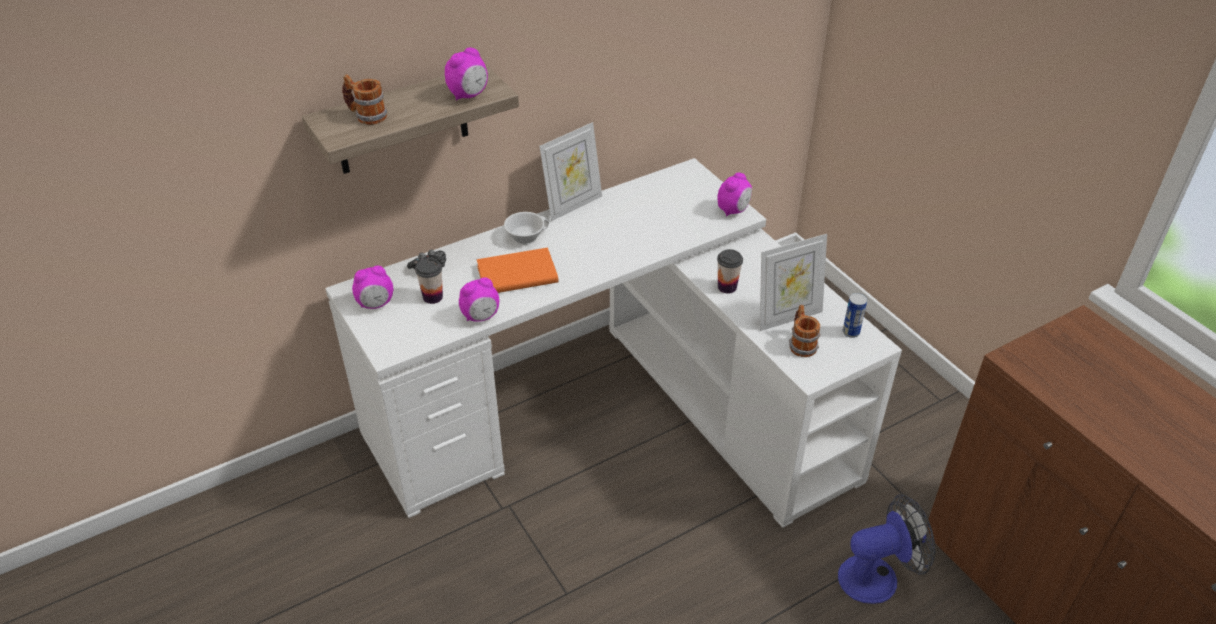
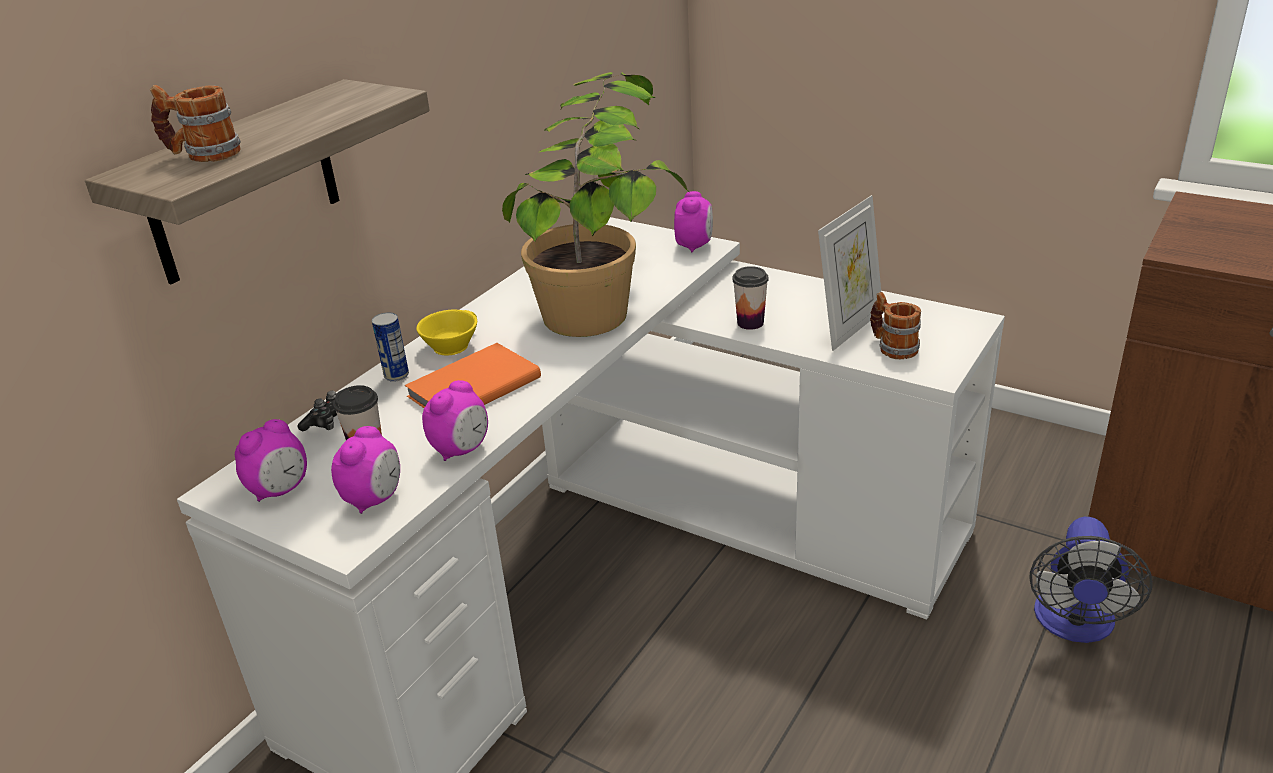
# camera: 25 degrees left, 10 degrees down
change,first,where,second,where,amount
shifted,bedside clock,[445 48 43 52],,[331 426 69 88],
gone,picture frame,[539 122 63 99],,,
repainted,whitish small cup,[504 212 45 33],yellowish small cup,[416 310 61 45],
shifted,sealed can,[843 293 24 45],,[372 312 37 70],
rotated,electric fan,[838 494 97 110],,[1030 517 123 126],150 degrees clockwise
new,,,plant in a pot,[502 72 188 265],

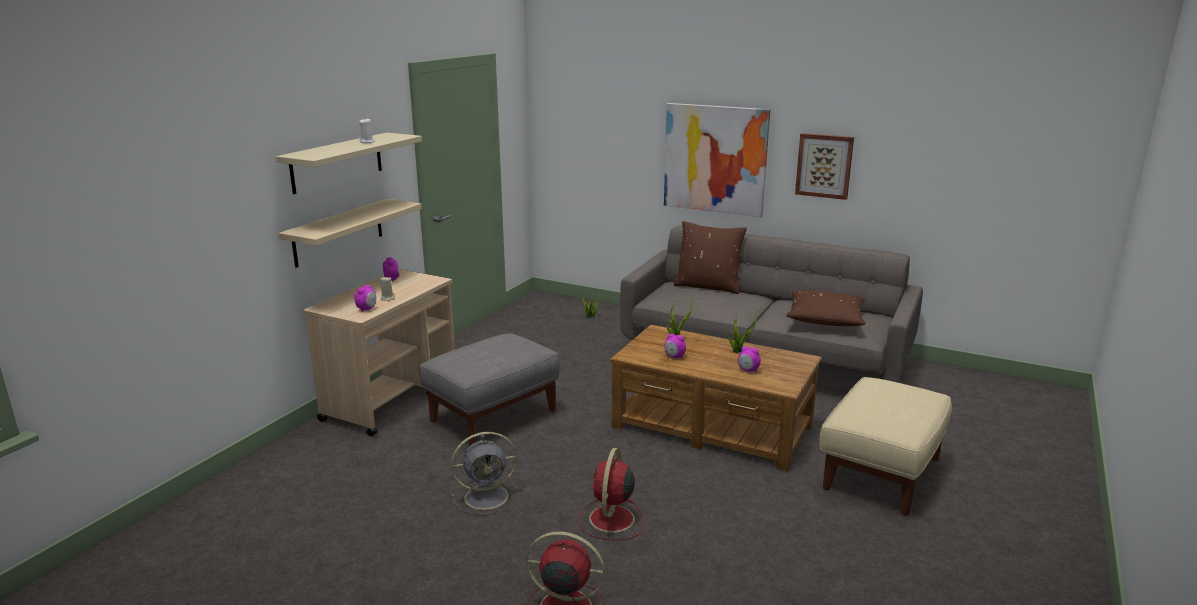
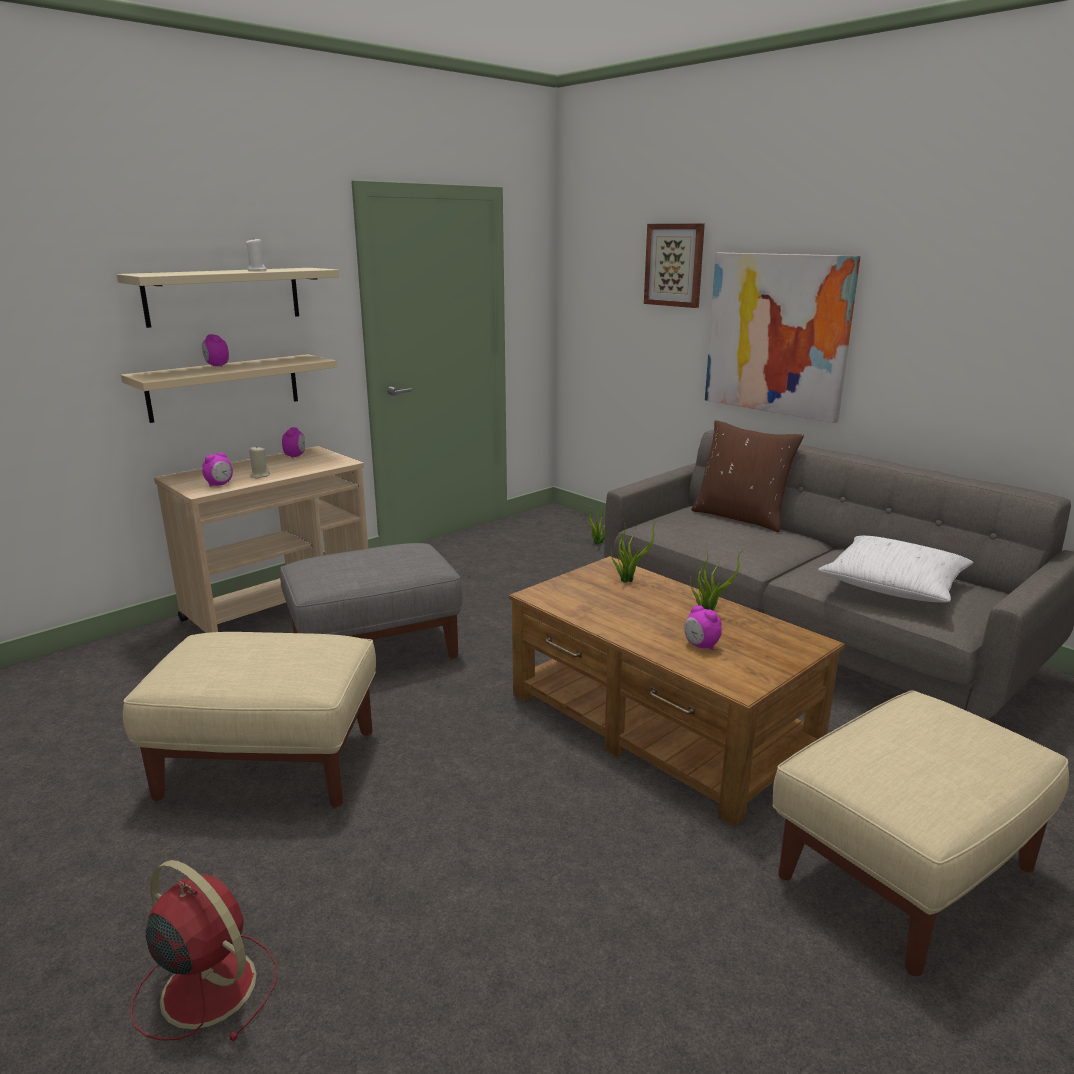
# camera: 20 degrees right, 0 degrees up
change,first,where,second,where,amount
shifted,wall art,[795 133 59 67],,[644 224 61 84],
repainted,brown-coloured cushion,[786 290 80 36],whitish cushion,[818 536 156 67],
shifted,bedside clock,[664 334 22 24],,[202 334 27 33],
swapped,gray electric fan,[451 432 68 83],beige pouffe,[123 632 253 175],
gone,red electric fan,[579 448 65 92],,,

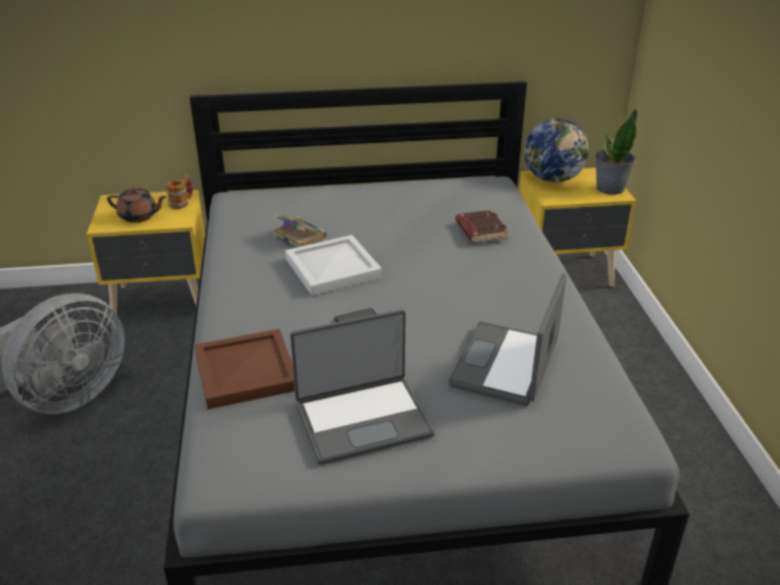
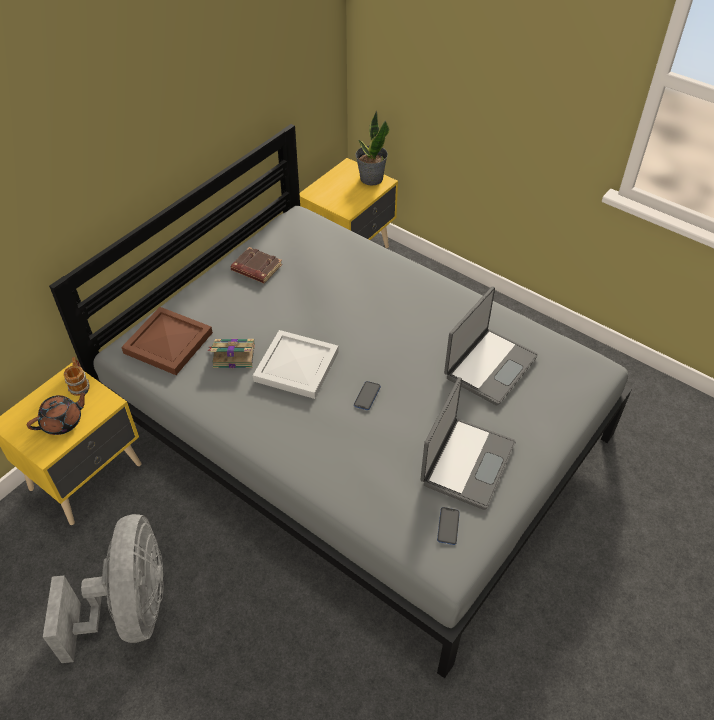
# camera: 45 degrees left, 15 degrees up
change,first,where,second,where,amount
gone,desk globe,[524 118 65 65],,,
shifted,brown-coloured bound book,[455 210 54 33],,[231 247 51 36],
rotated,laptop,[448 273 119 133],,[444 286 94 120],120 degrees counterclockwise
shifted,brown-coloured serving tray,[194 329 101 80],,[121 307 92 68],
new,,,telephone,[437 507 23 38],

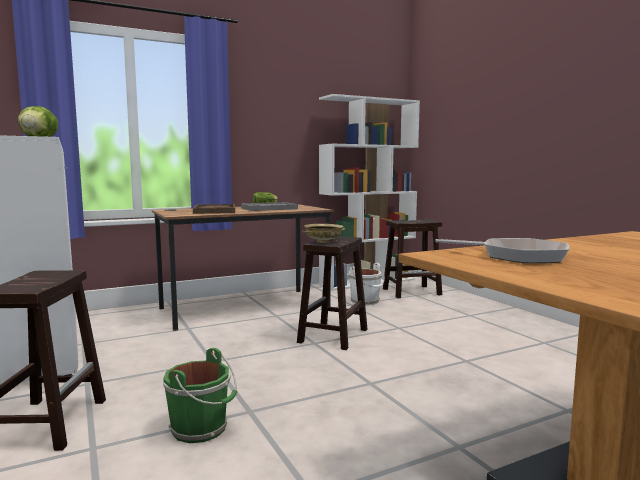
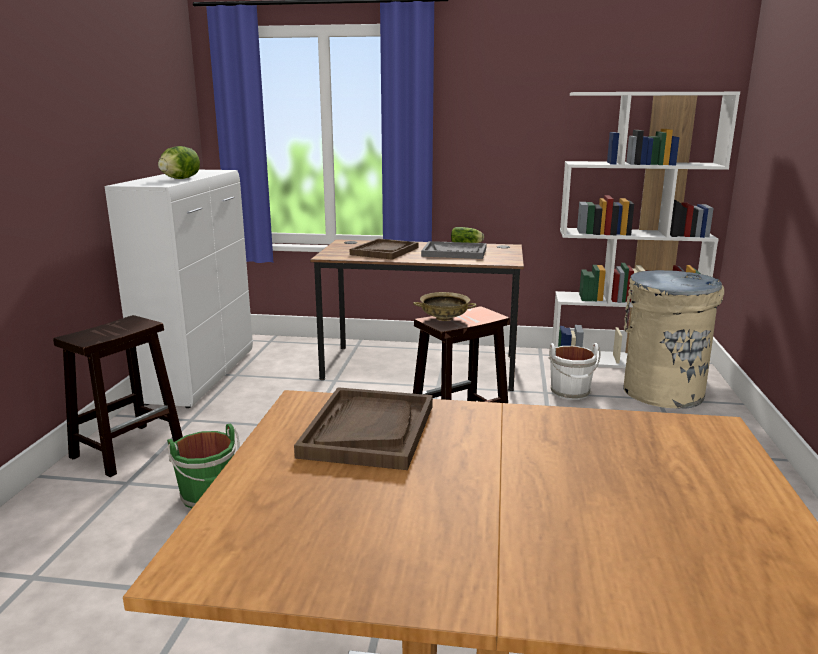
# camera: 35 degrees right, 10 degrees up
change,first,where,second,where,amount
swapped,brown-coloured stool,[383 219 59 79],beige rubbish bin,[623 270 101 139],
swapped,skillet,[435 238 135 25],brown-coloured serving tray,[294 387 139 83],

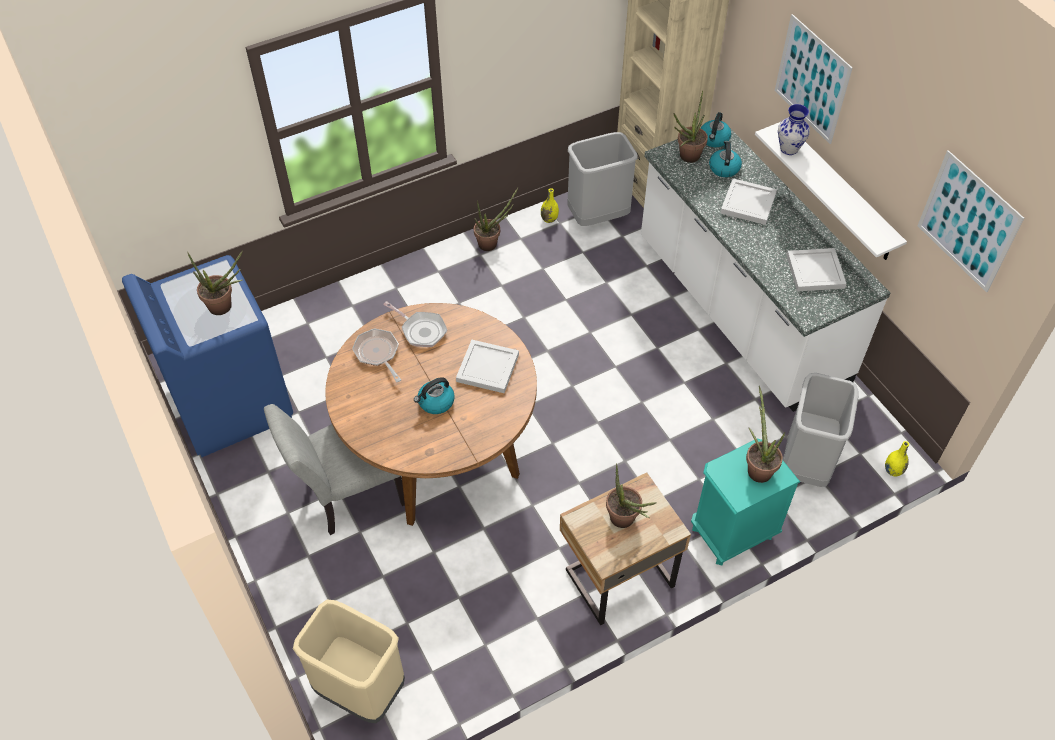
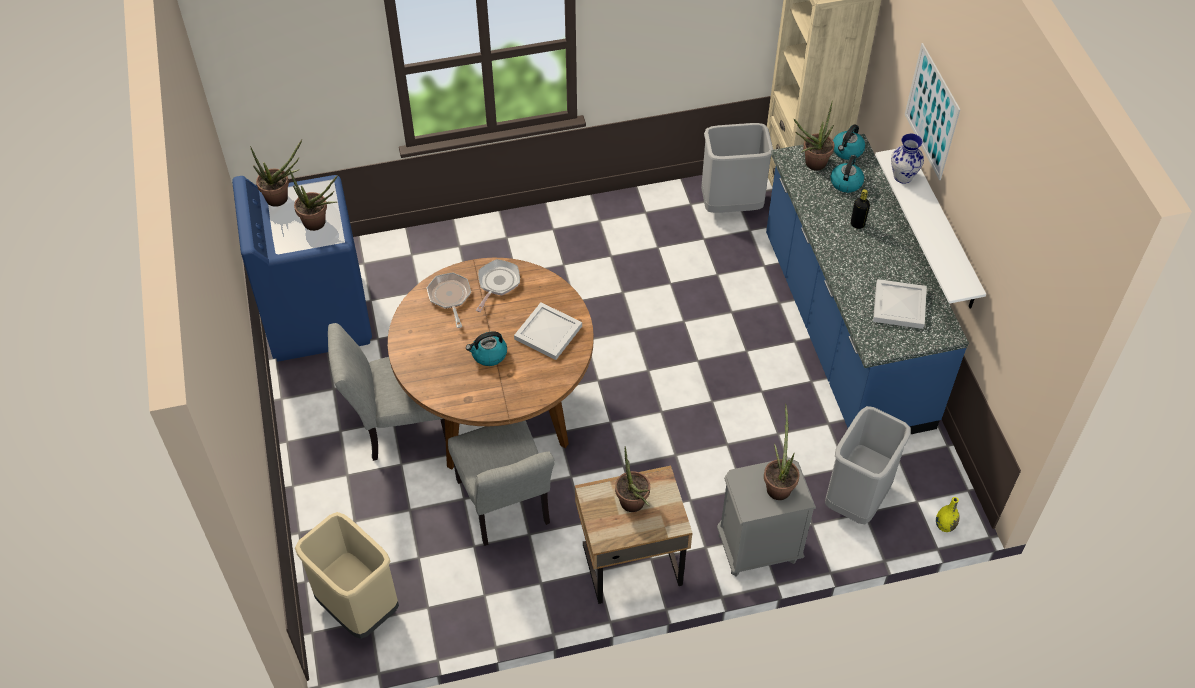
# camera: 15 degrees right, 0 degrees up
change,first,where,second,where,amount
repainted,whitish counter,[641 121 249 291],bluish counter,[766 134 203 300],
gone,wall art,[918 150 106 142],,,
swapped,whitish serving tray,[720 178 57 47],black-coloured beverage bottle,[851 189 19 40],
shifted,plant in a pot,[474 188 44 63],,[250 140 52 67],
gone,yellowish flower vase,[541 188 18 35],,,
rotated,skillet,[383 301 64 46],,[476 259 44 53],120 degrees counterclockwise
repainted,turquoise nightstand,[691 439 109 126],gray nightstand,[717 458 99 119],
new,,,gray plain chair,[448 420 107 126],

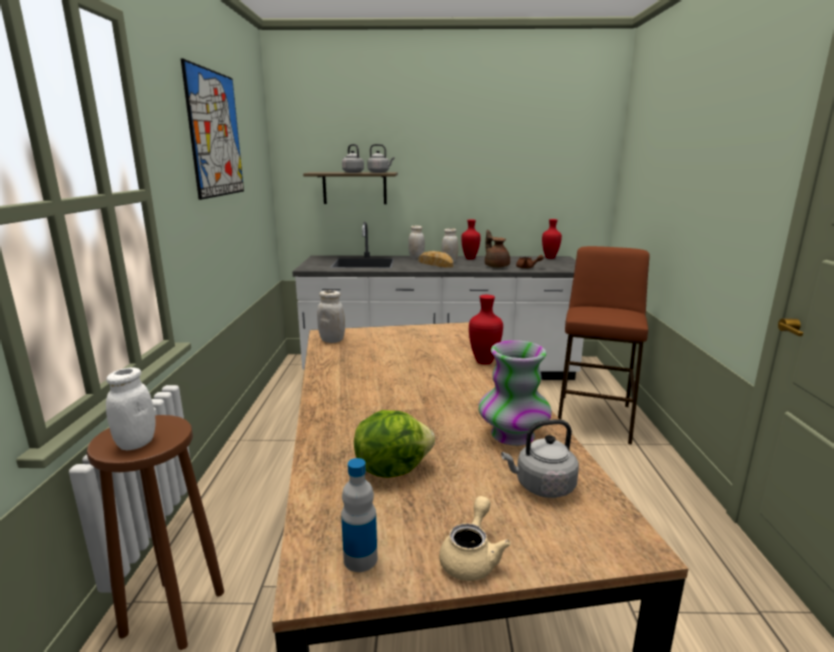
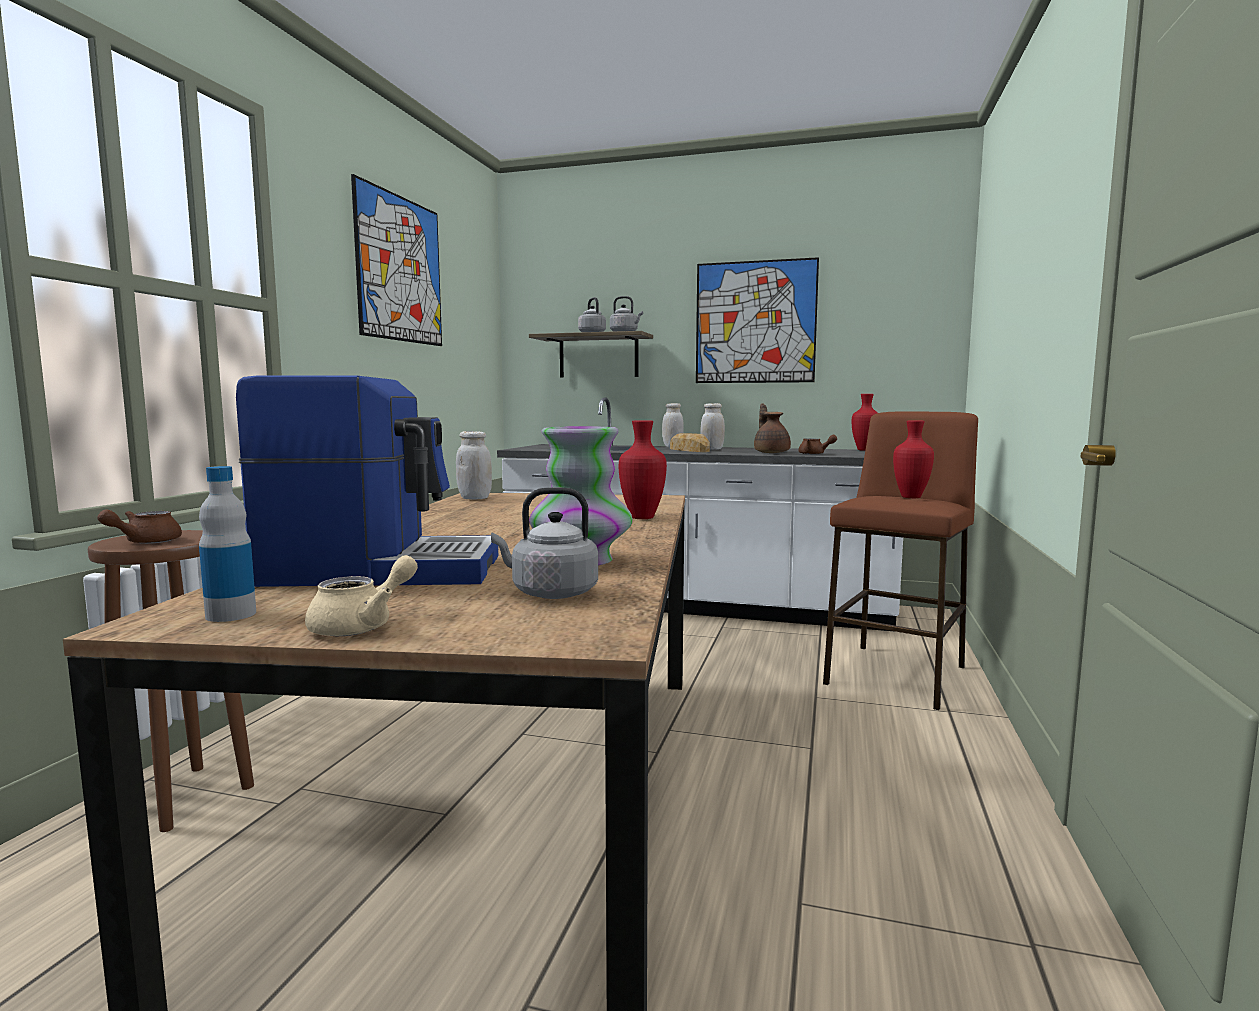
# camera: 15 degrees right, 10 degrees down
change,first,where,second,where,amount
shifted,red flower vase,[461 220 20 39],,[893 420 41 78],
swapped,whitish preserve jar,[106 367 50 83],brown-coloured teapot,[98 509 84 35],
swapped,head of lettuce,[354 410 81 68],coffee machine,[236 375 262 212],
new,,,wall art,[696 257 123 126],

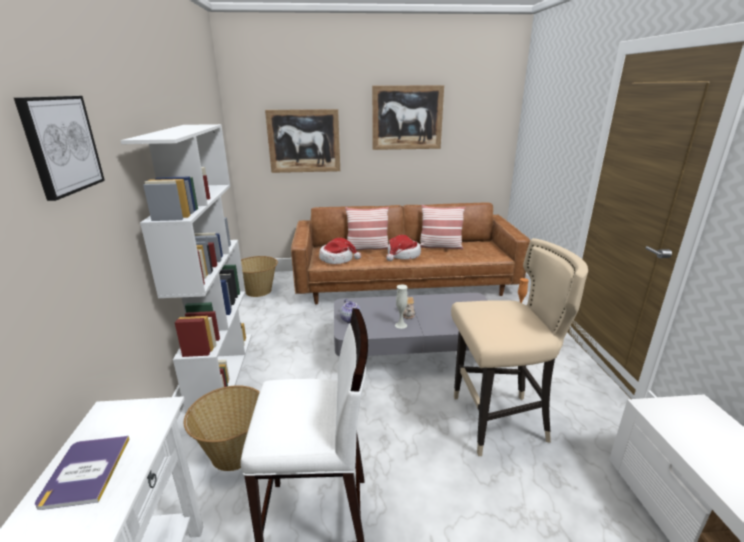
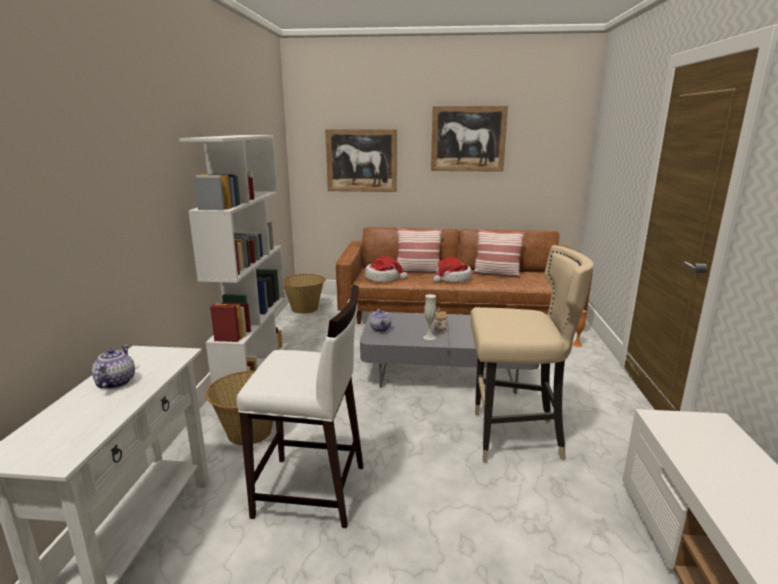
# camera: 10 degrees right, 5 degrees down
change,first,where,second,where,amount
gone,wall art,[14 96 91 105],,,
swapped,bound book,[35 436 94 74],teapot,[92 345 43 44],

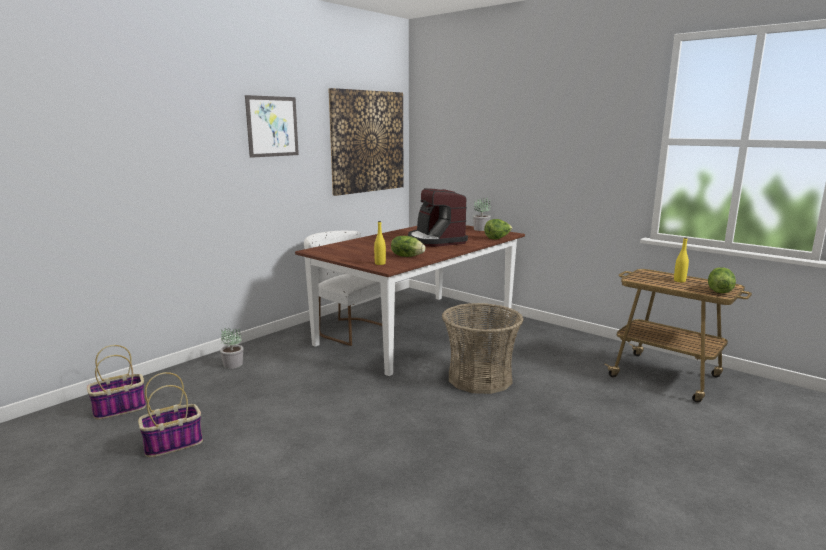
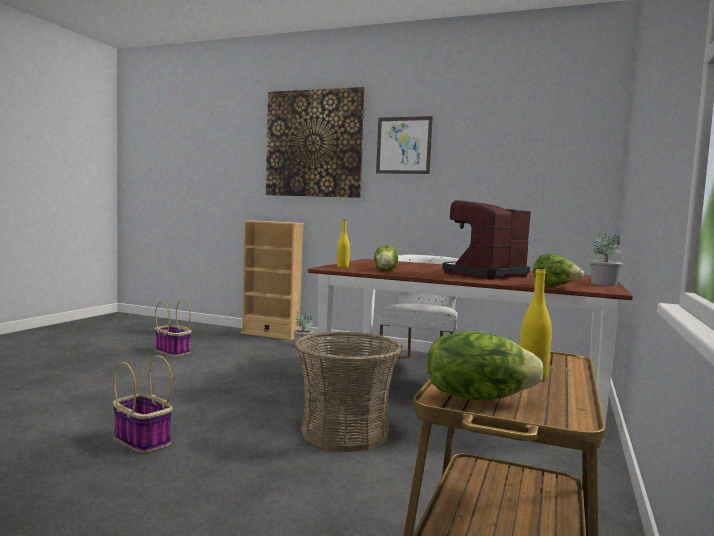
# camera: 70 degrees right, 10 degrees down
change,first,where,second,where,amount
shifted,wall art,[328 88 76 108],,[266 87 99 111],
shifted,storage basket,[87 345 59 75],,[113 355 59 98],
new,,,beige shelving unit,[241 220 63 120],

